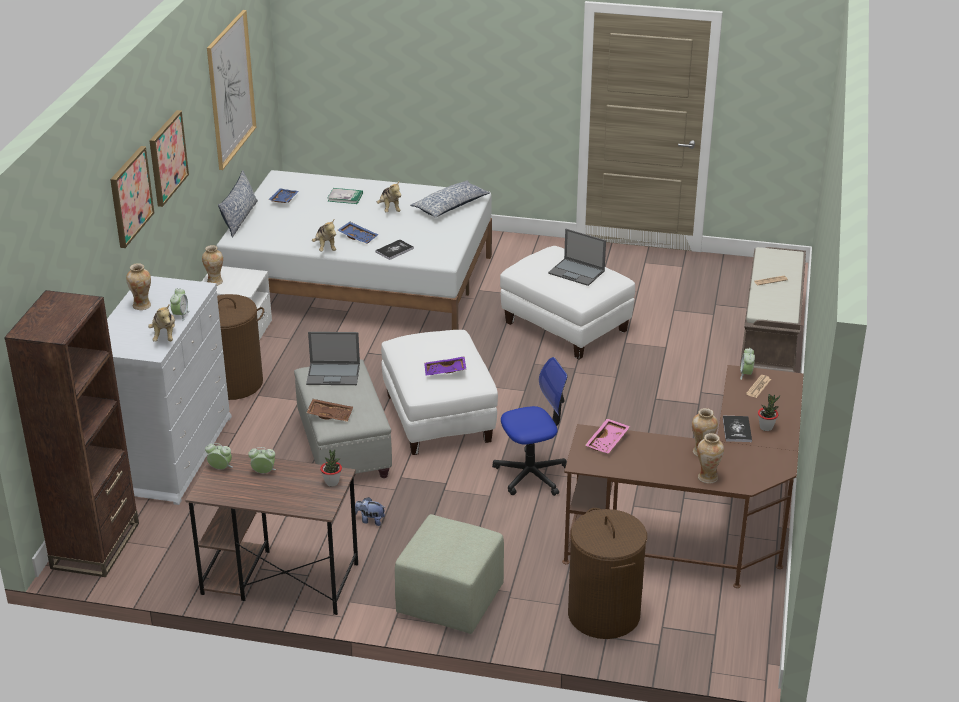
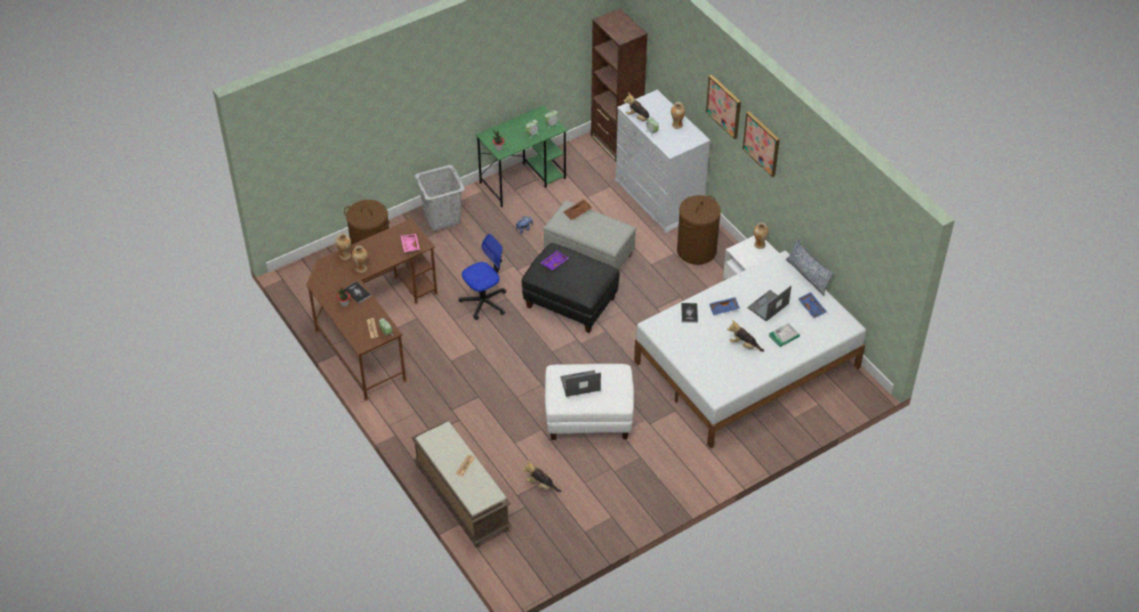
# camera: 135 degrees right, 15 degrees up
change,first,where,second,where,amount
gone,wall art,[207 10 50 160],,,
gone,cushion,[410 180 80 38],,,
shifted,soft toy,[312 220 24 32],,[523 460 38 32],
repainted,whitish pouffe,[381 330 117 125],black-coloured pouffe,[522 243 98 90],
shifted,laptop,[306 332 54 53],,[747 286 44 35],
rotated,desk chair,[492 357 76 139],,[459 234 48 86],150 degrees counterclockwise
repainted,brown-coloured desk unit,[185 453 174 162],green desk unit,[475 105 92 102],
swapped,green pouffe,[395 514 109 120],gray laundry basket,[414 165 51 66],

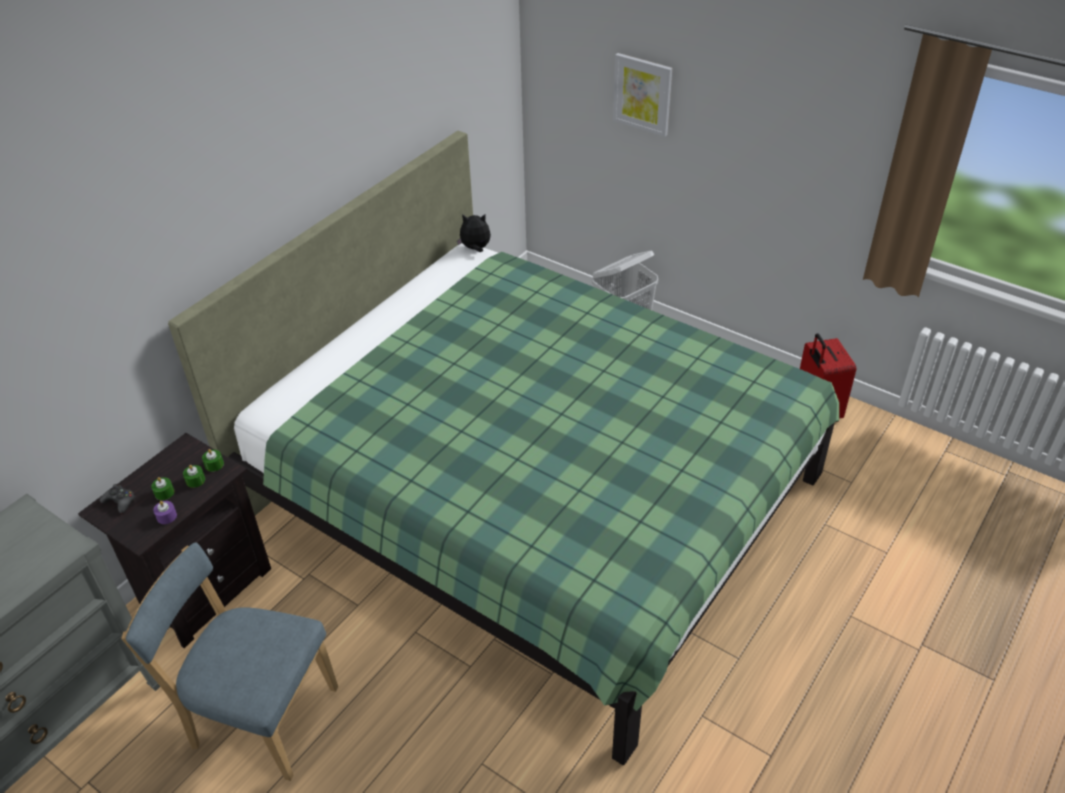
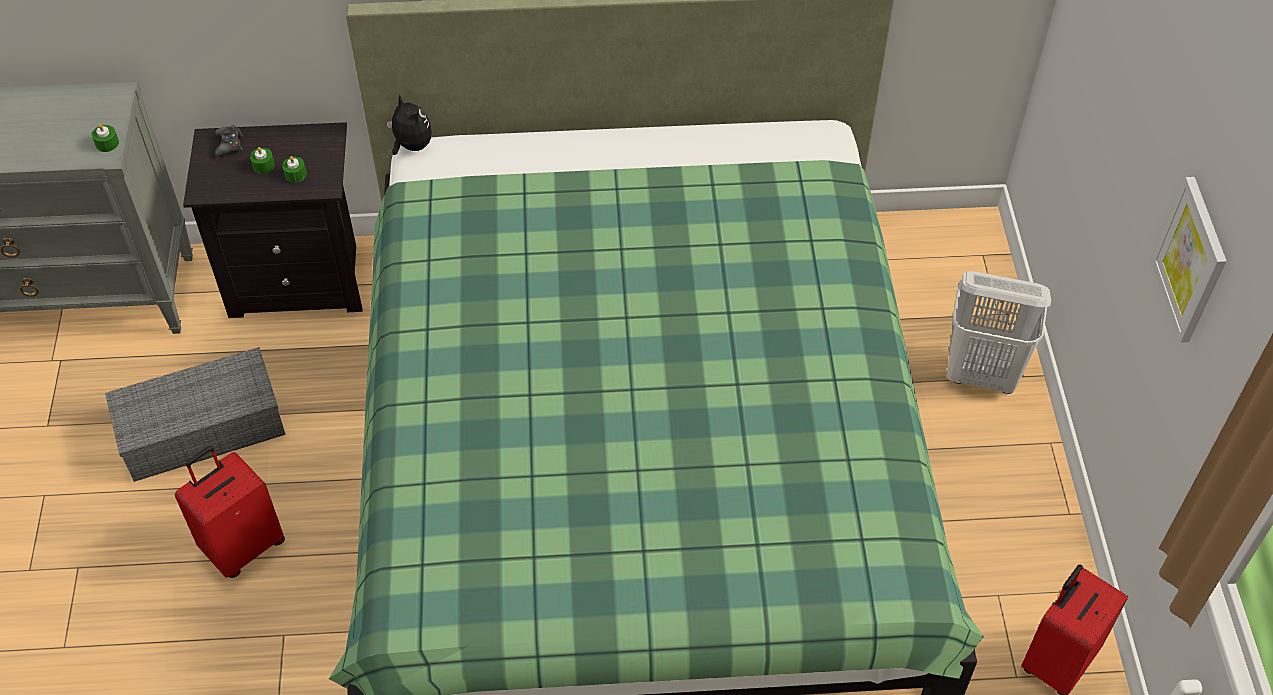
# camera: 50 degrees right, 10 degrees up
change,first,where,second,where,amount
shifted,wall art,[613 53 59 84],,[1152 177 75 166],
shifted,soft toy,[457 214 34 38],,[386 94 46 61],
shifted,green candle,[202 449 22 23],,[92 124 27 28],
gone,purplish candle,[153 501 24 23],,,
swapped,bluish plain chair,[121 543 217 238],gray storage box,[105 347 181 135],
new,,,red suitcase,[175 446 110 132],

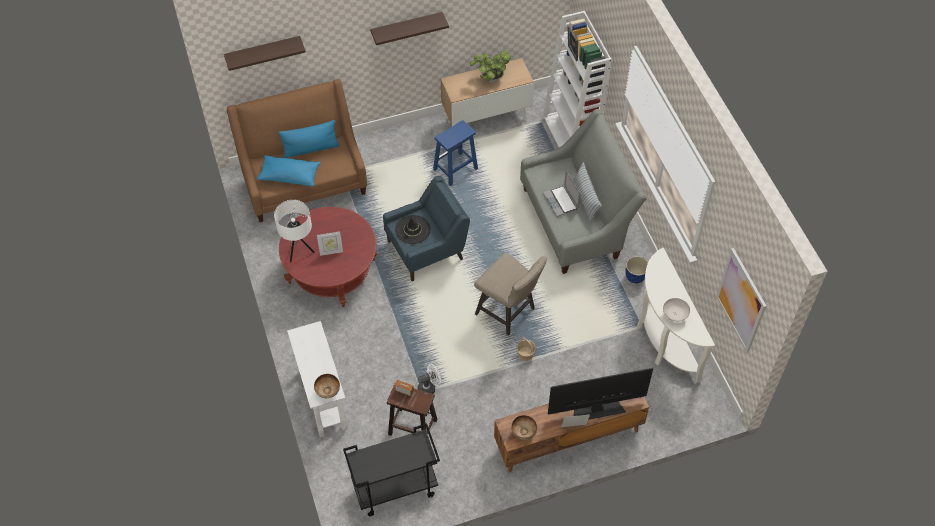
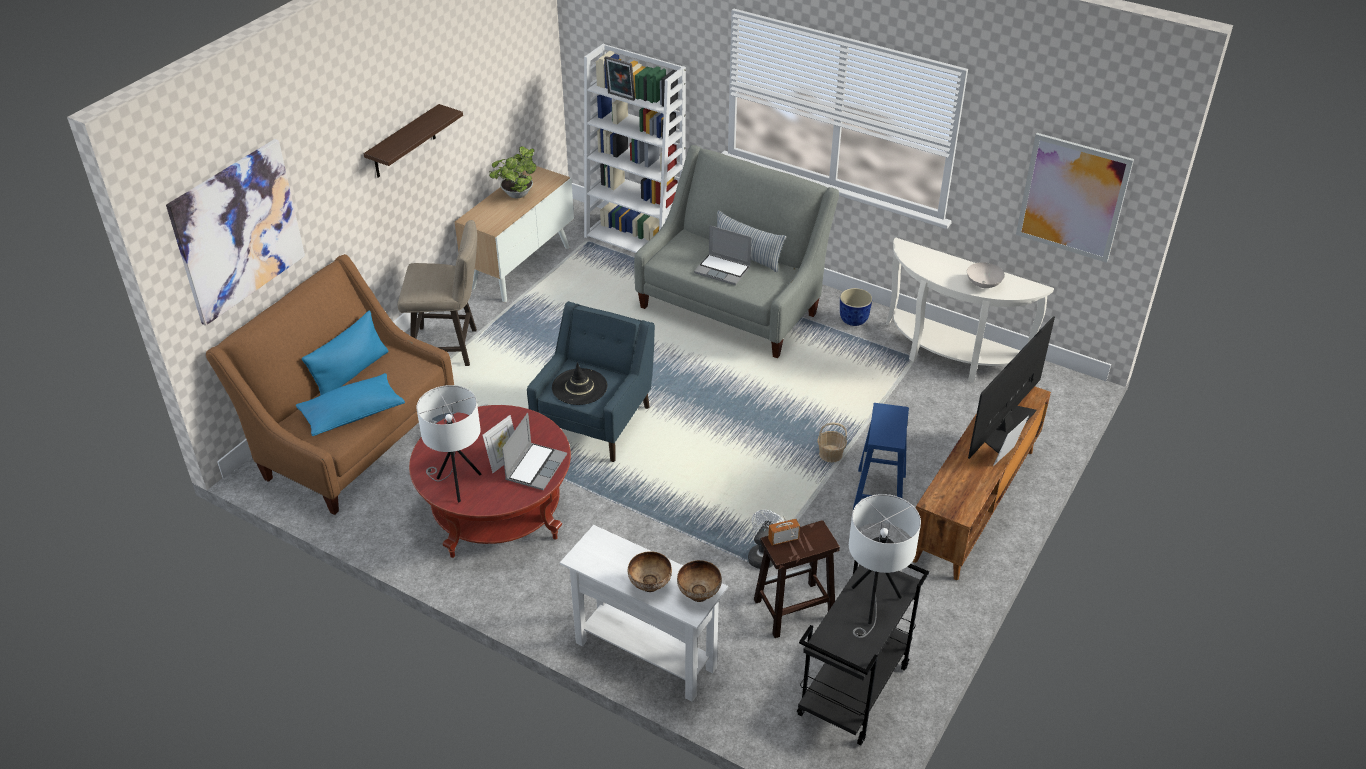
# camera: 40 degrees left, 15 degrees down
change,first,where,second,where,amount
swapped,wall shelf,[224 36 82 35],wall art,[166 139 139 187],
shifted,bluish stool,[433 120 45 66],,[853 403 56 106],
shifted,beige stool,[474 253 73 83],,[397 220 80 146],
shifted,serving bowl,[511 415 26 25],,[628 551 44 41],
new,,,laptop,[502 413 65 77],
new,,,whitish tabletop lamp,[849 494 72 144],

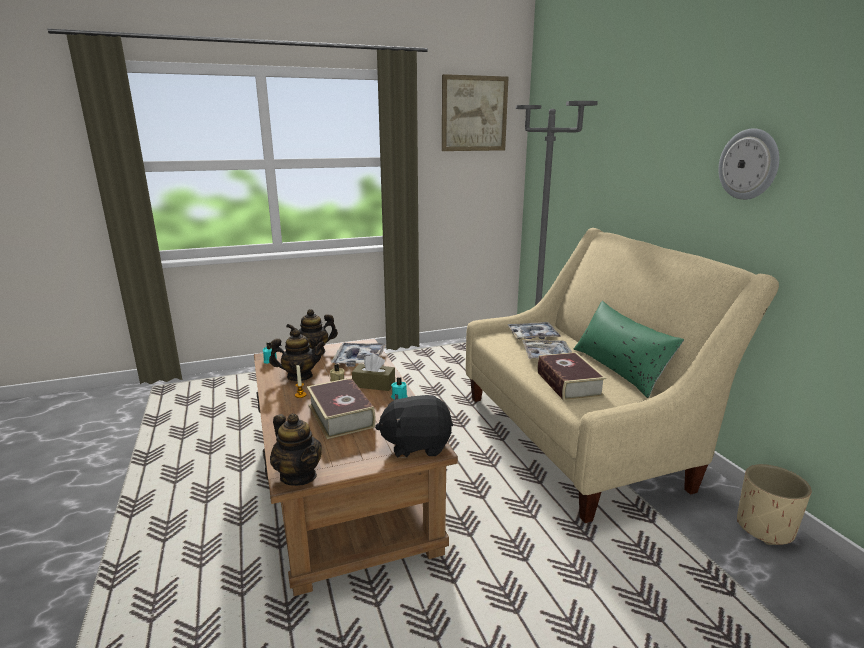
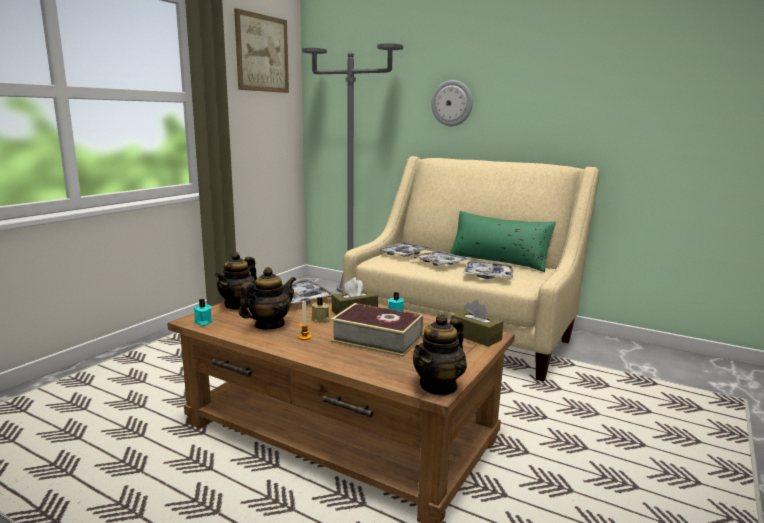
# camera: 40 degrees left, 5 degrees down
change,first,where,second,where,amount
shifted,wall clock,[718 128 61 72],,[431 80 42 46],
swapped,bound book,[537 352 69 49],serving tray,[463 261 51 18],
swapped,black-coloured soft toy,[375 394 78 64],brown-coloured tissue box,[451 300 53 47],
rotated,teapot,[270 414 52 72],,[413 314 54 82],120 degrees clockwise
gone,beige plant pot,[737 464 75 81],,,

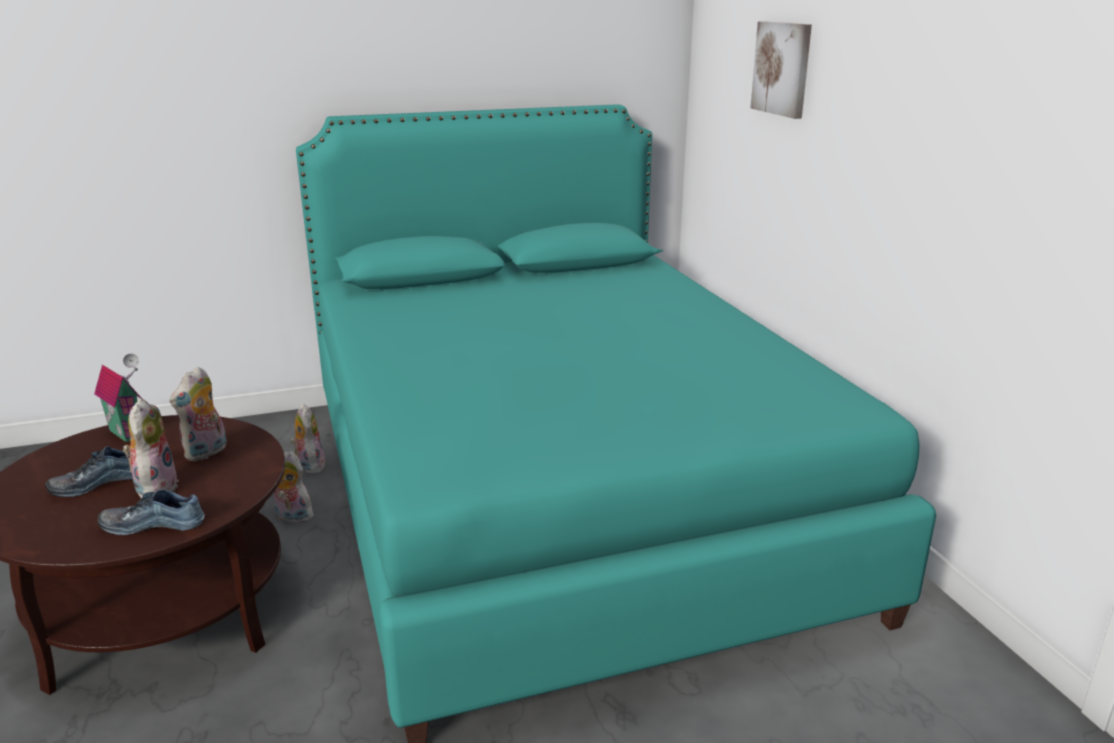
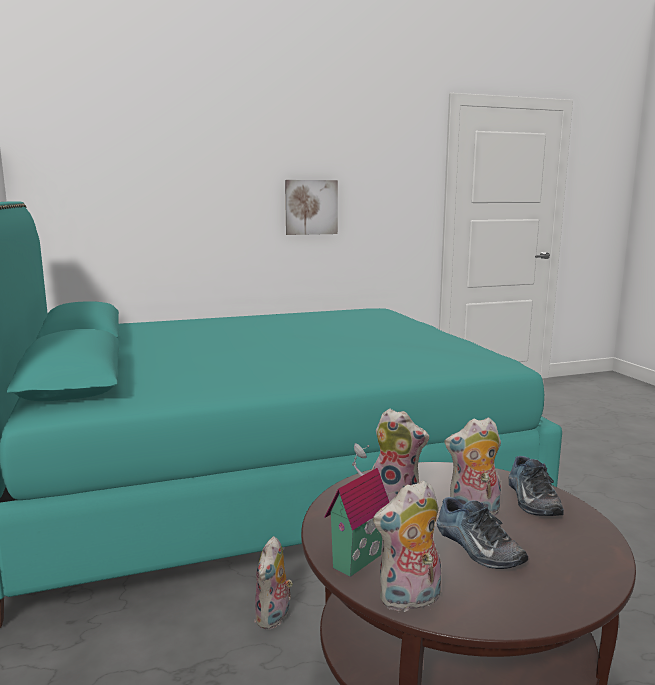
# camera: 90 degrees left, 10 degrees down
change,first,where,second,where,amount
shifted,wall art,[751 21 61 98],,[285 180 53 55],
shifted,soft toy,[290 404 37 70],,[373 480 68 132],

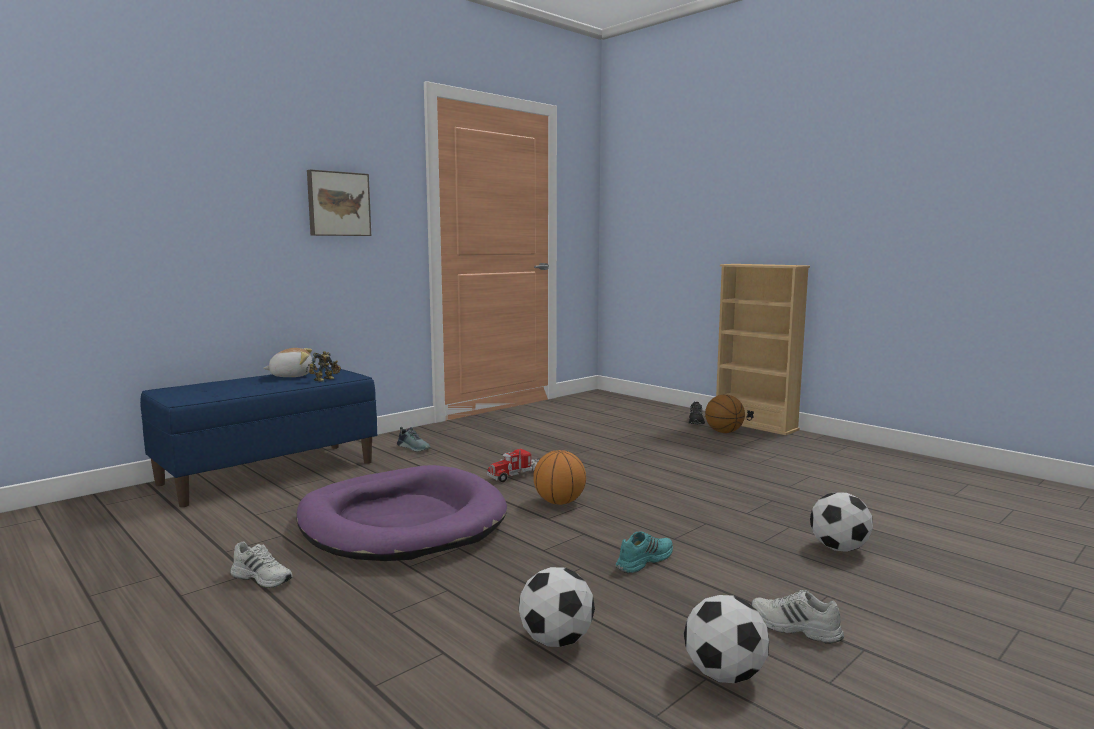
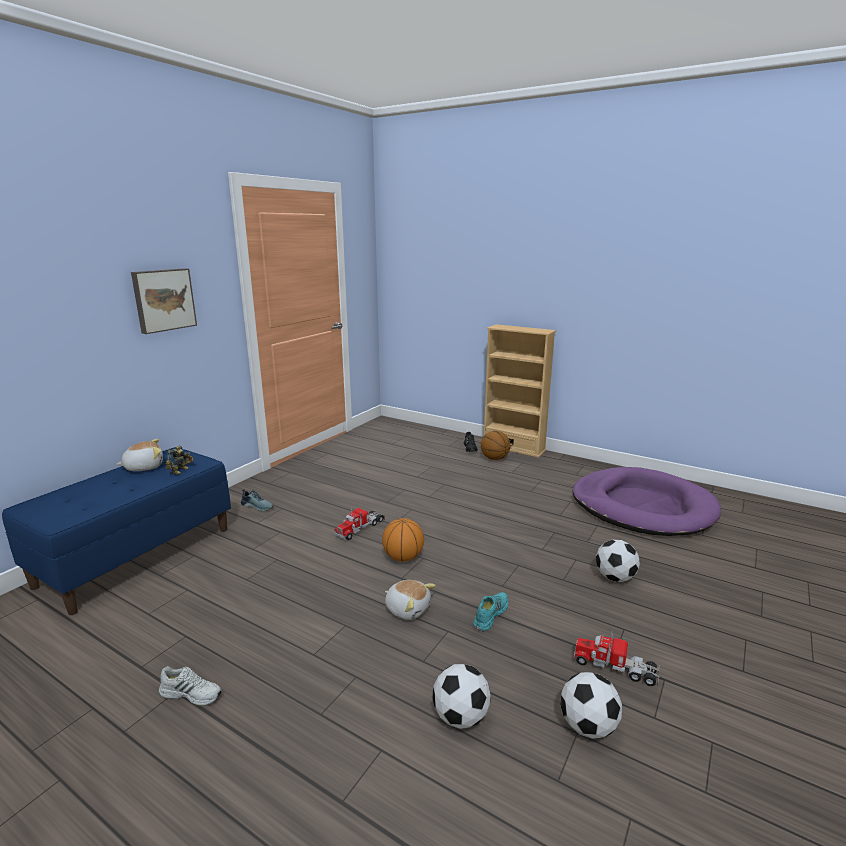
# camera: 15 degrees left, 10 degrees up
change,first,where,second,where,amount
shifted,purplish dog cushion,[297 465 210 96],,[573 467 148 69],
swapped,whitish low shoe,[751 590 93 53],model truck,[573 632 87 54],
new,,,soft toy,[385 580 51 40],

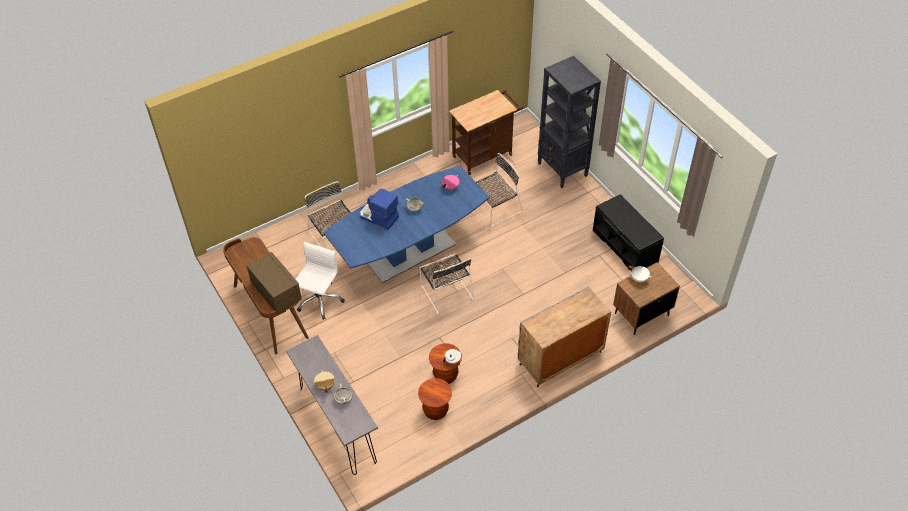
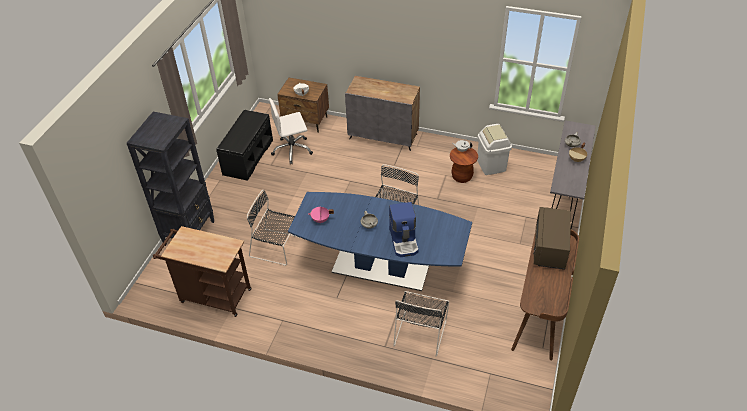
# camera: 130 degrees left, 5 degrees down
change,first,where,second,where,amount
shifted,whitish desk chair,[296 242 49 78],,[269 98 44 66],
swapped,brown-coloured stool,[418 378 34 42],whitish rubbish bin,[477 124 35 51],

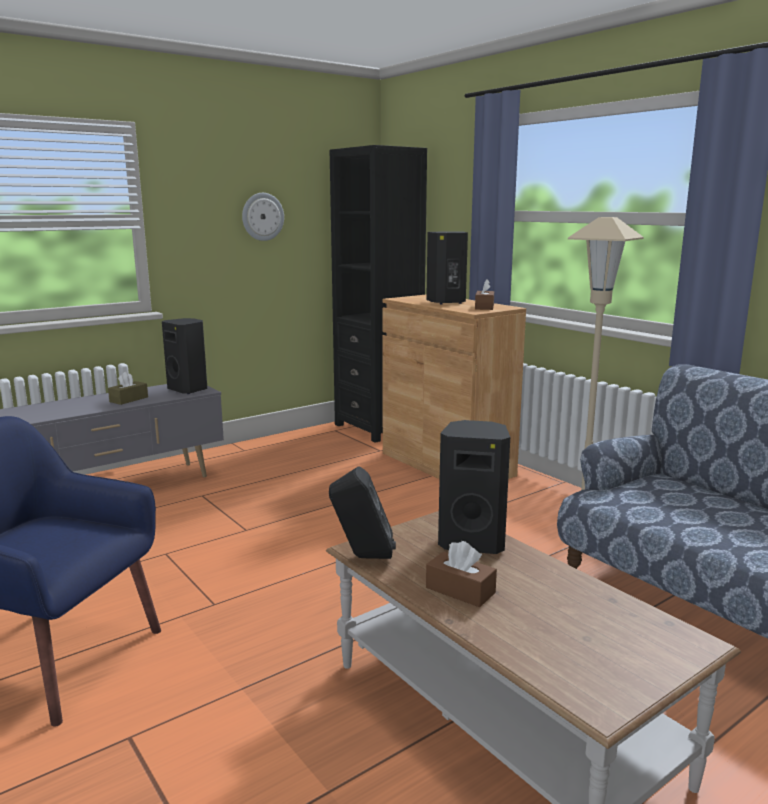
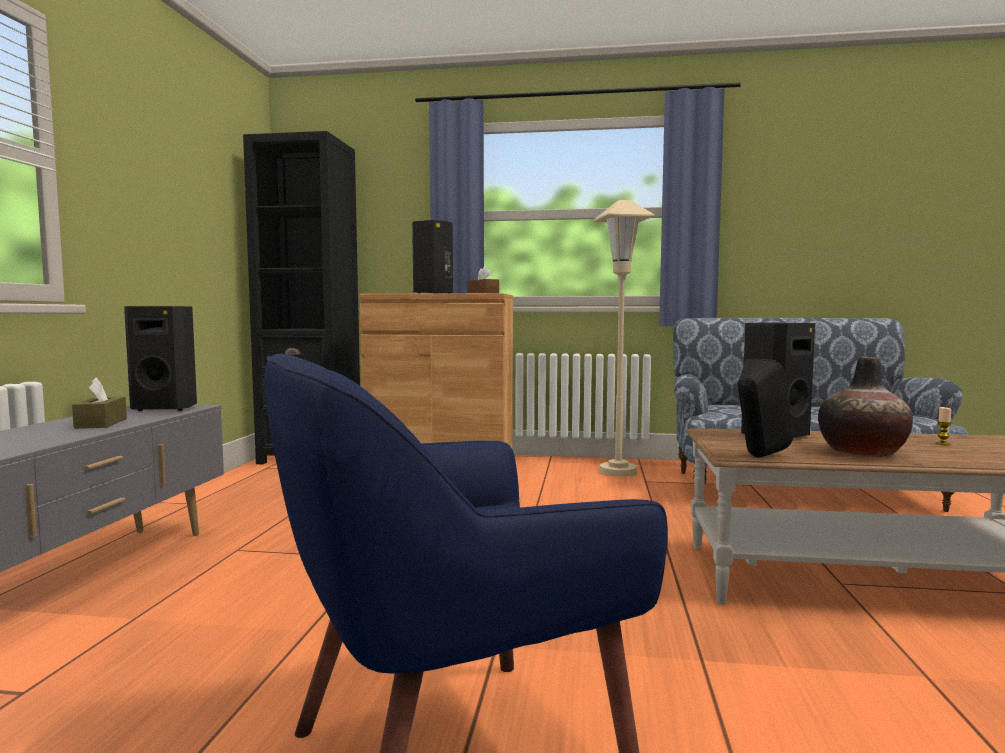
# camera: 45 degrees left, 10 degrees down
change,first,where,second,where,amount
gone,wall clock,[242 193 42 48],,,
swapped,brown-coloured tissue box,[426 541 71 66],flower vase,[818 357 95 100],
new,,,candle,[935 407 17 38],

